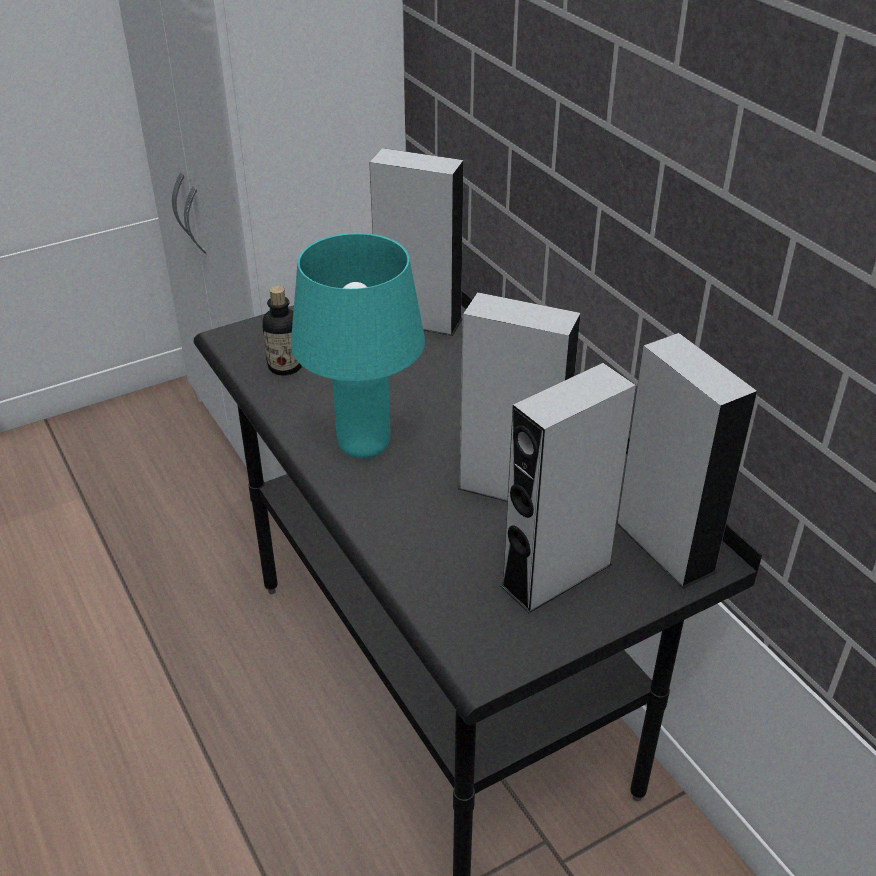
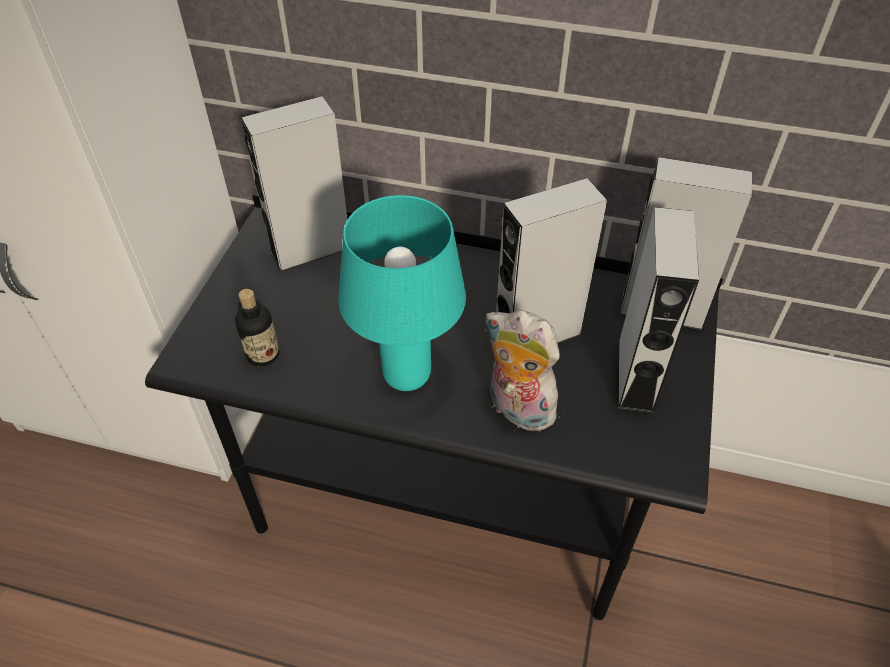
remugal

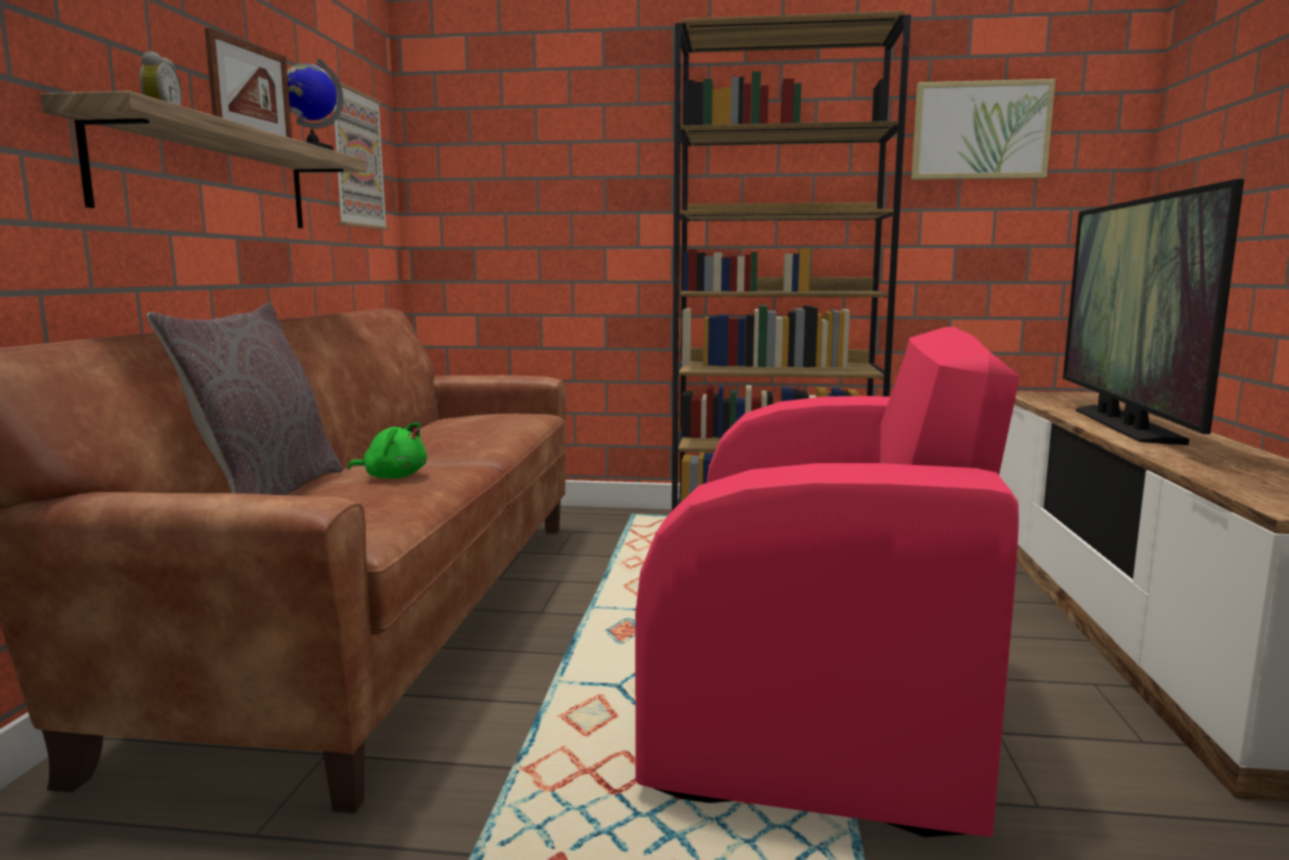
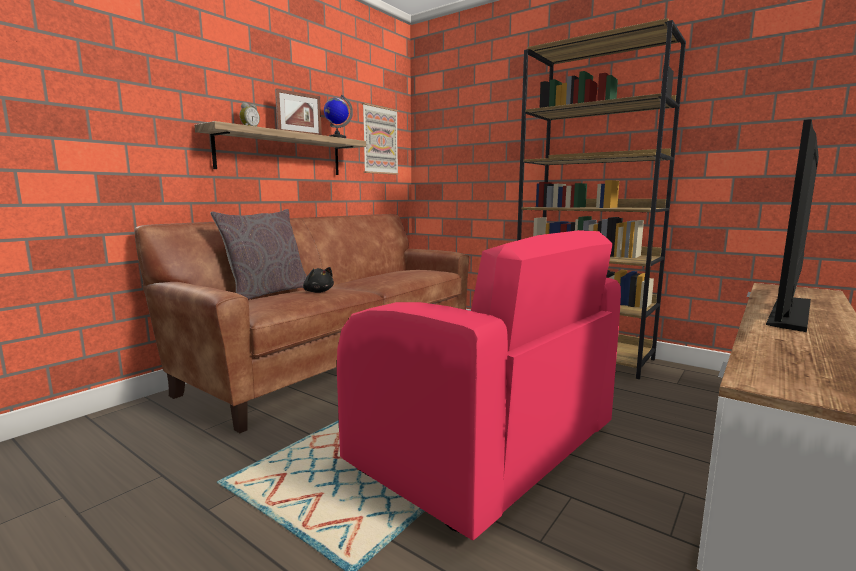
remugal (black)
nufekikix (2nd from left in the first image)

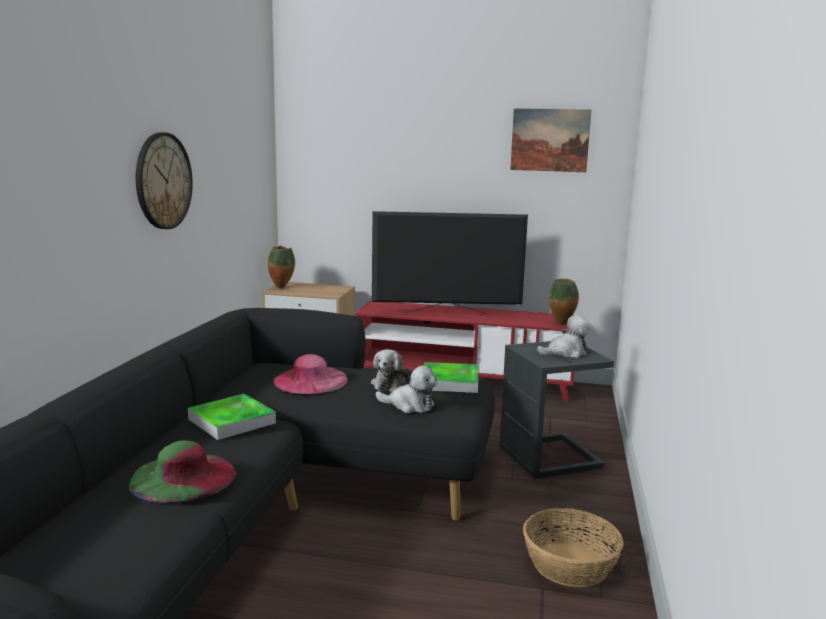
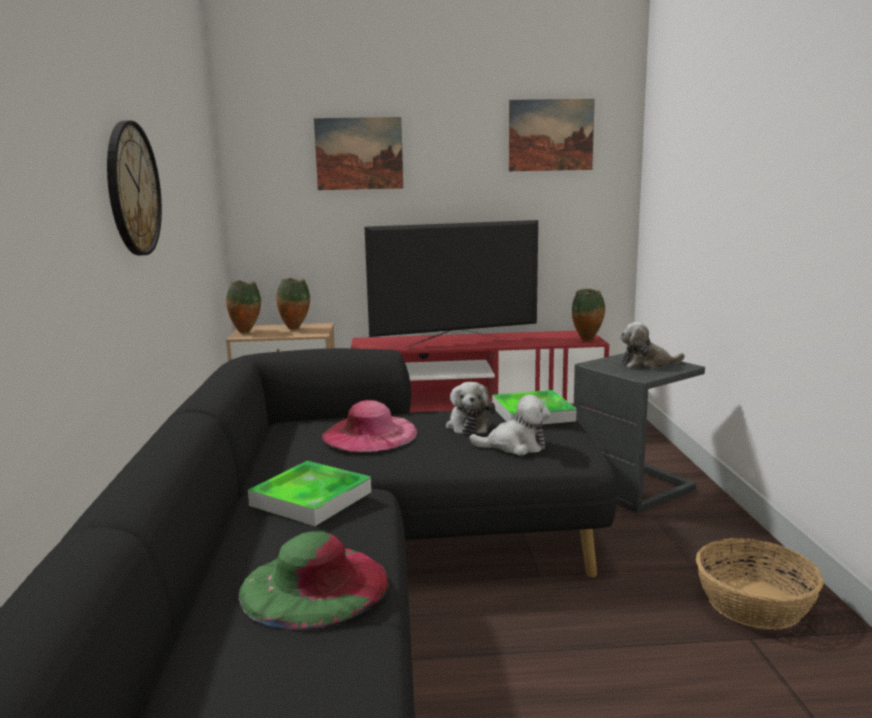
remugal (3rd from left)
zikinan (2nd from left)
nufekikix (1st from left)

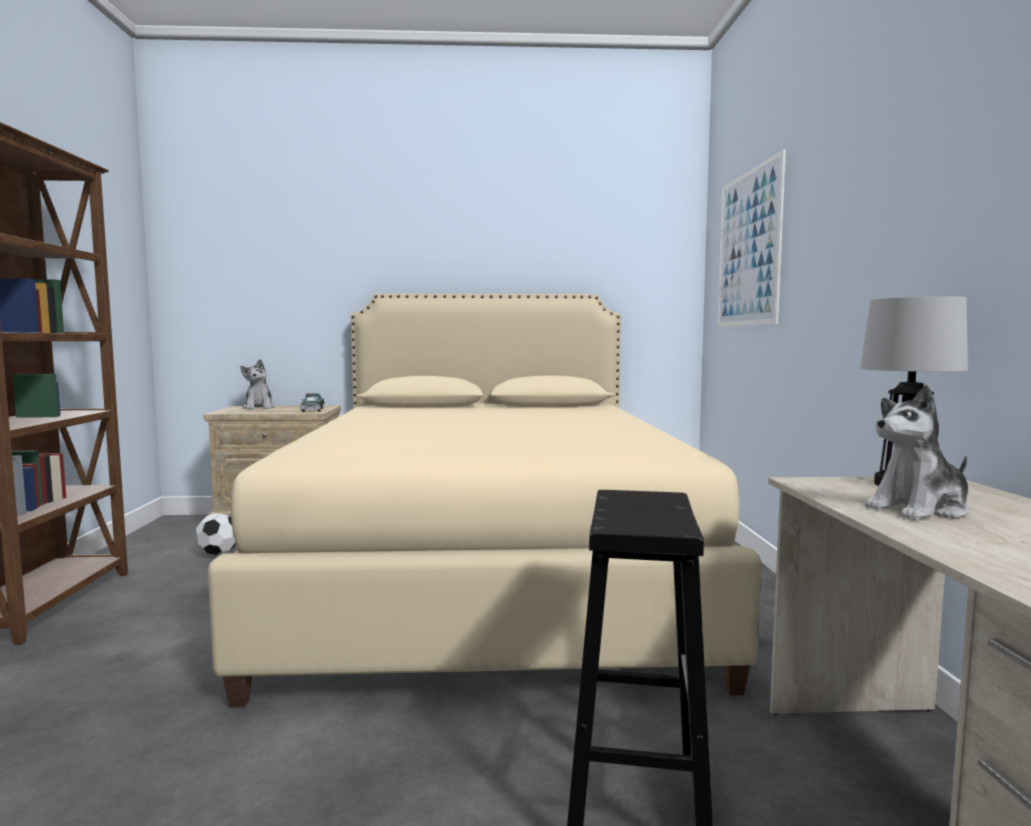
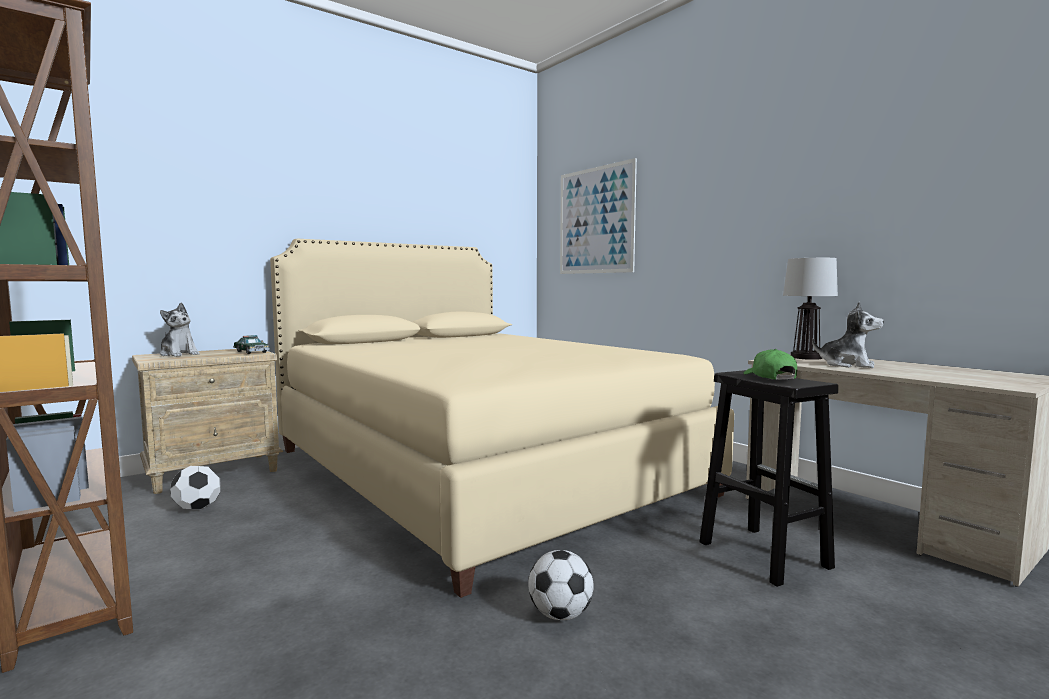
remugal (2nd from left)
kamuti (2nd from left)
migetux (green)

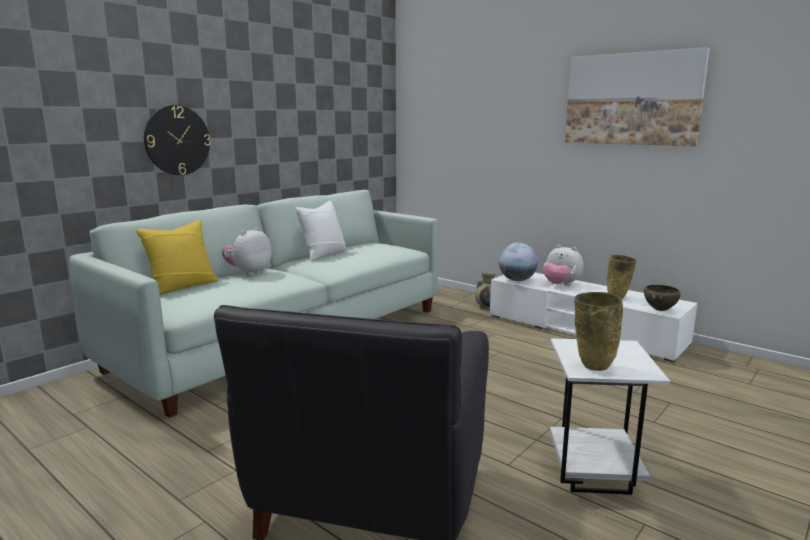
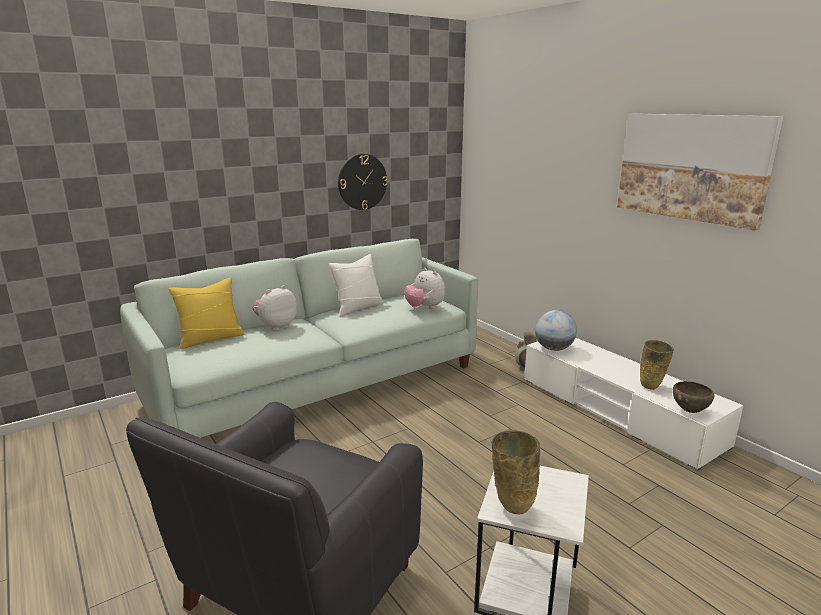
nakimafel
remugal (2nd from left)

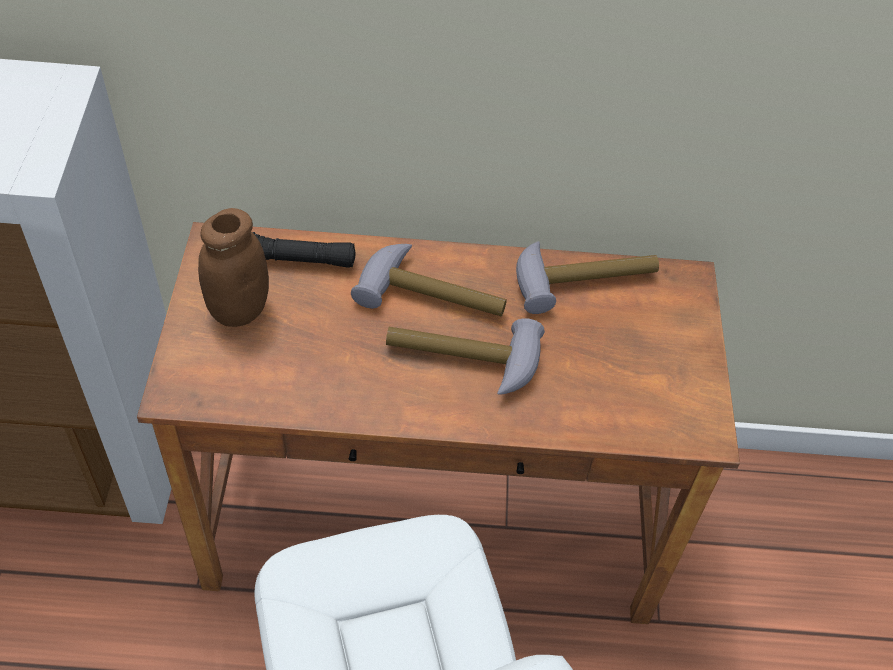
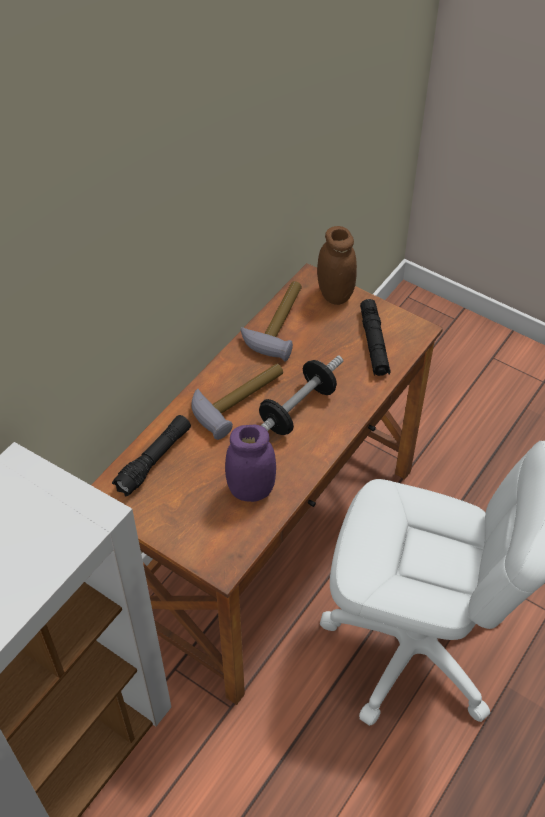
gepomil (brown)
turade
gepomil (purple)
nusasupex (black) (2nd from left)

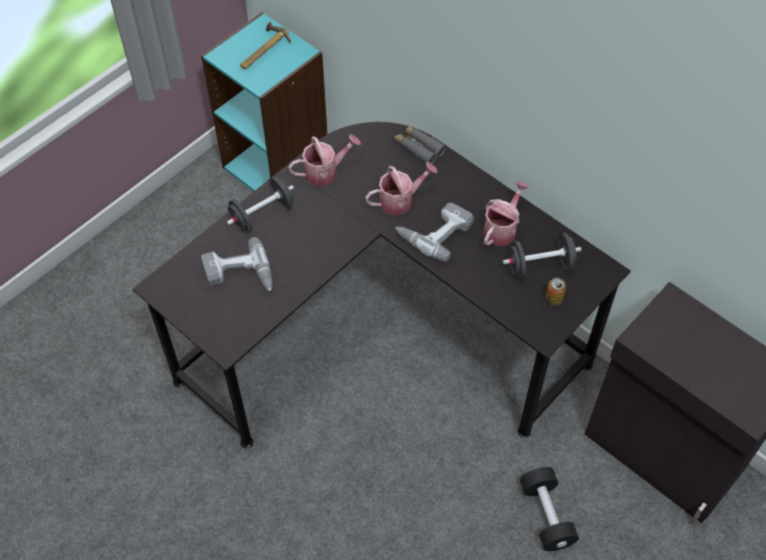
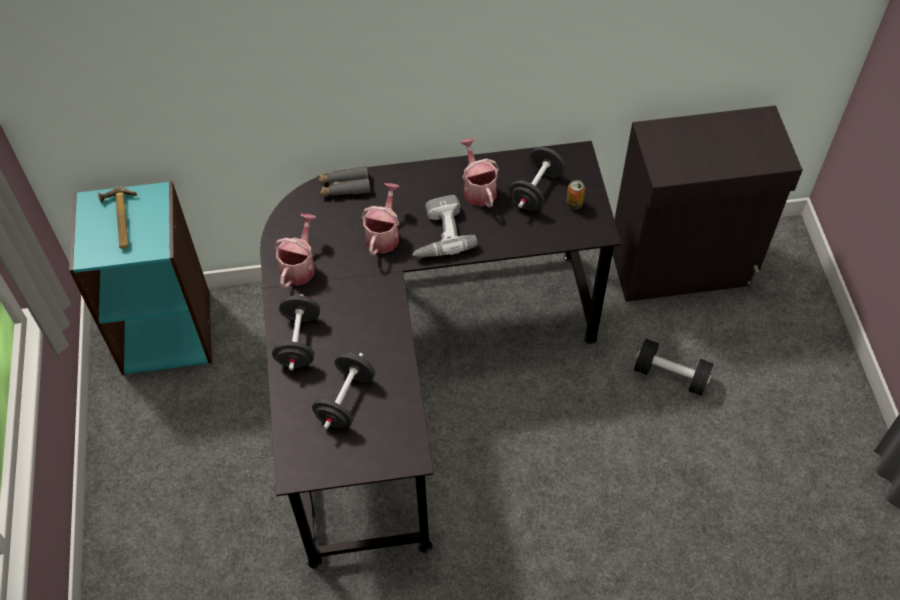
turade (black) (2nd from left)

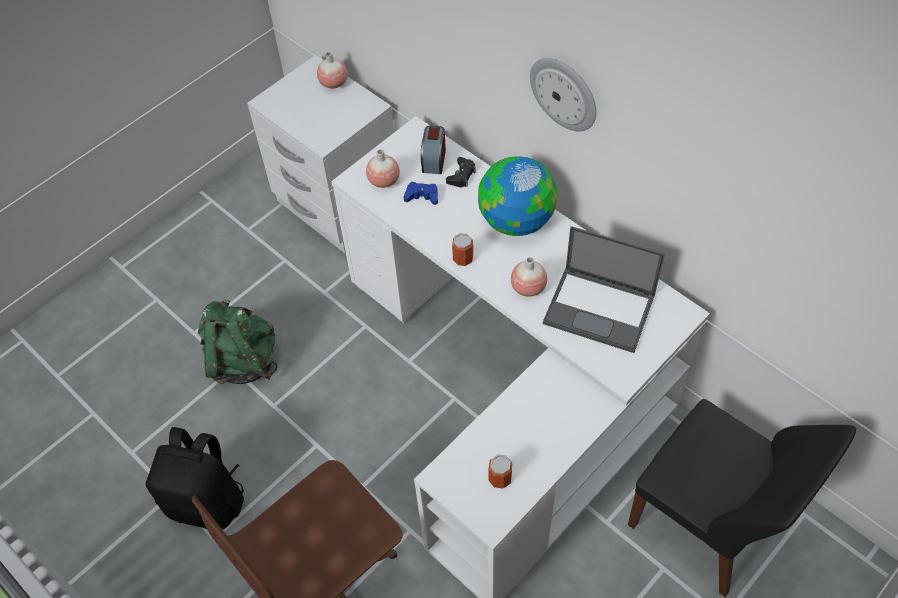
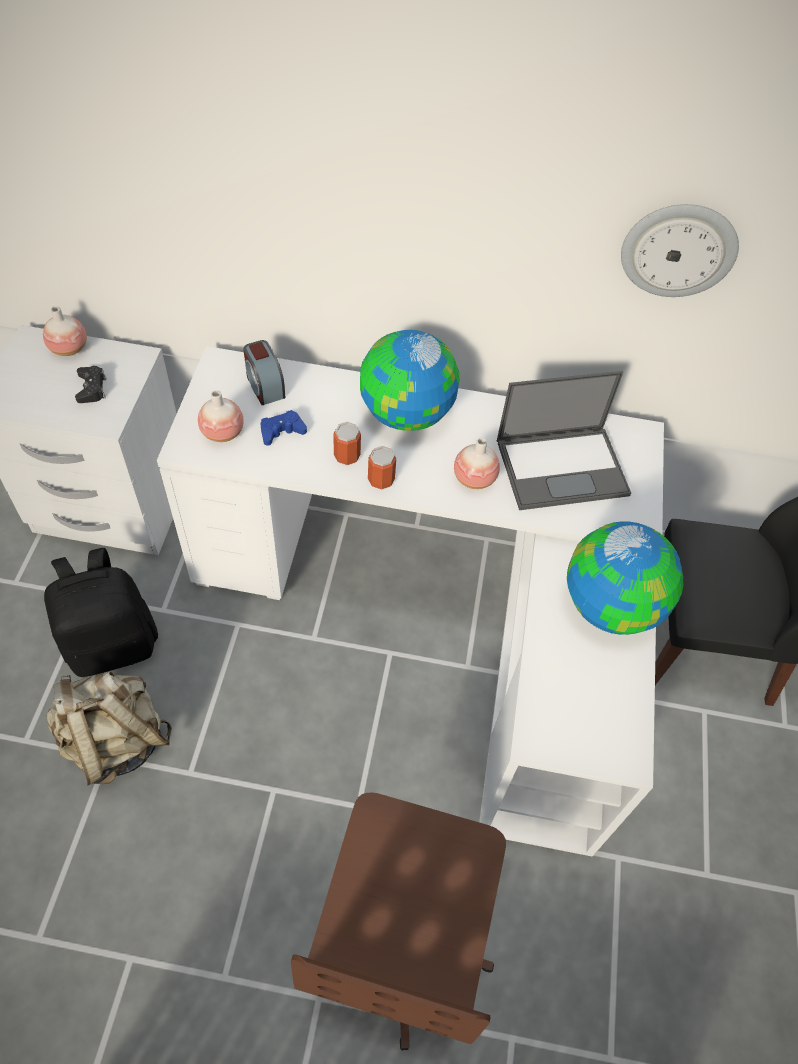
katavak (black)
katavak (beige)
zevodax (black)
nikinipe (1st from left)
nakimafel
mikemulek (2nd from left)

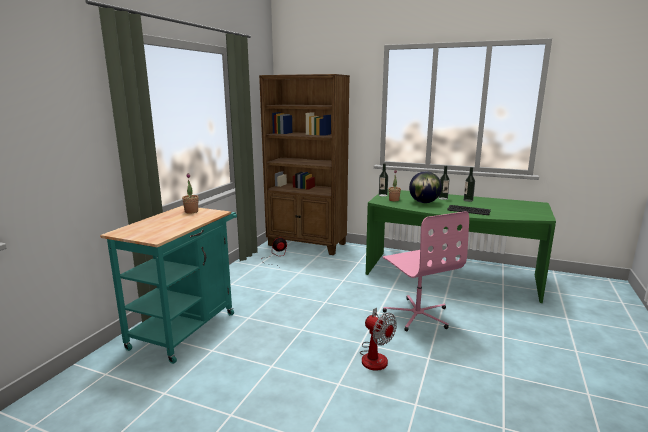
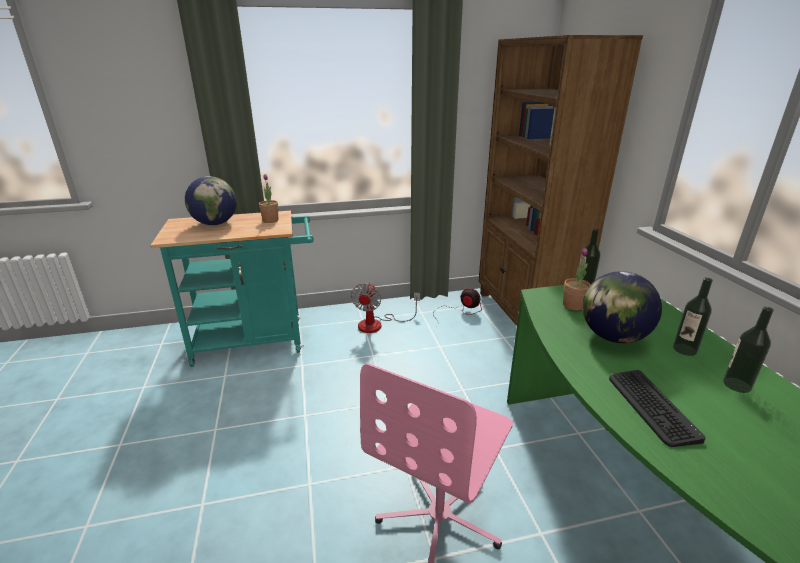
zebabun (1st from left)
mikemulek (1st from left)

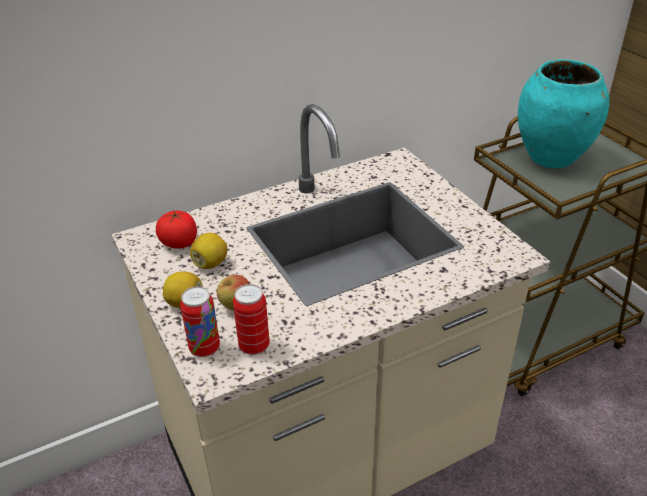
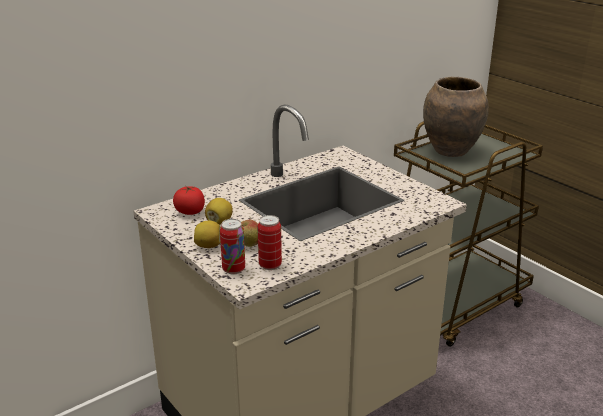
zikinan (brown)

